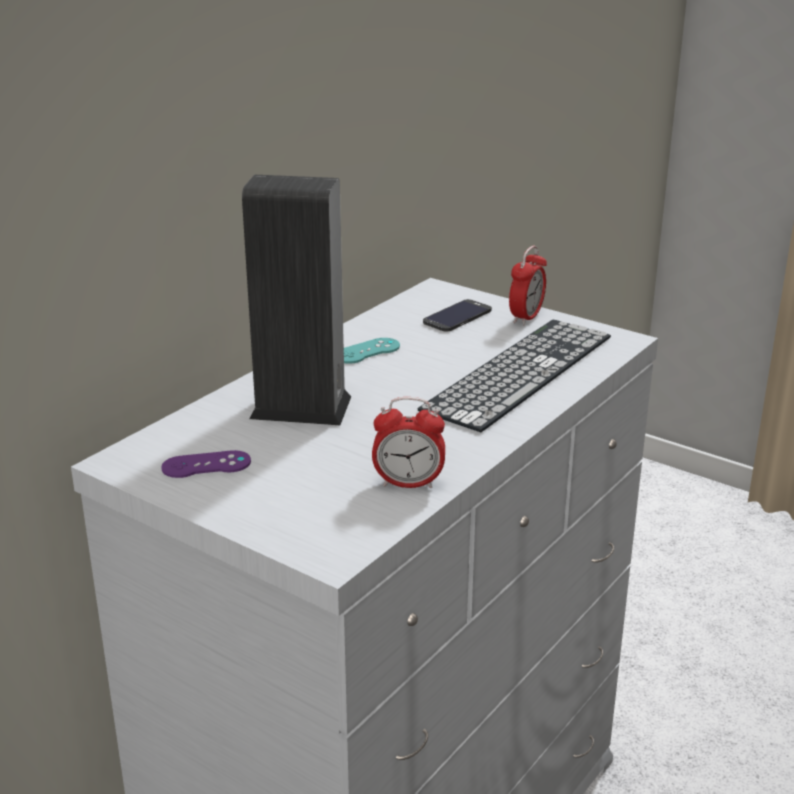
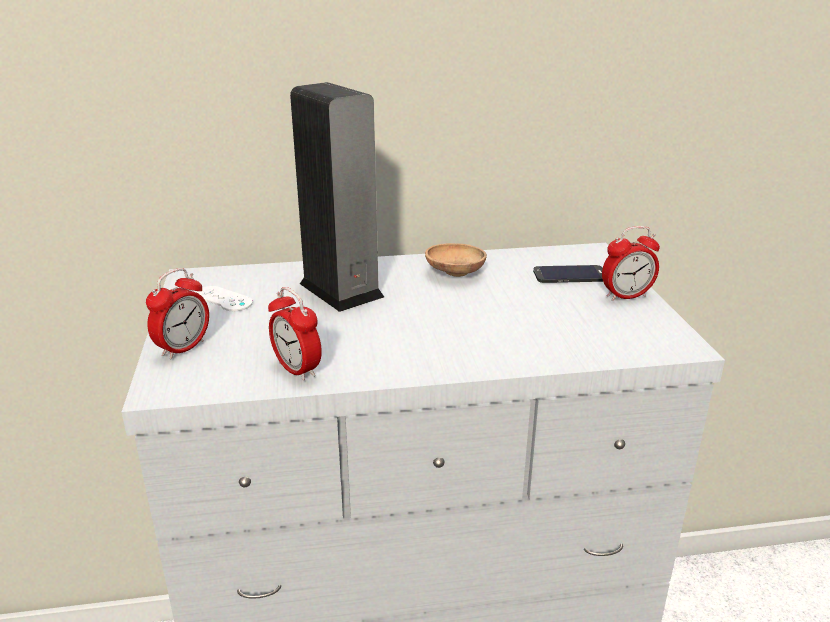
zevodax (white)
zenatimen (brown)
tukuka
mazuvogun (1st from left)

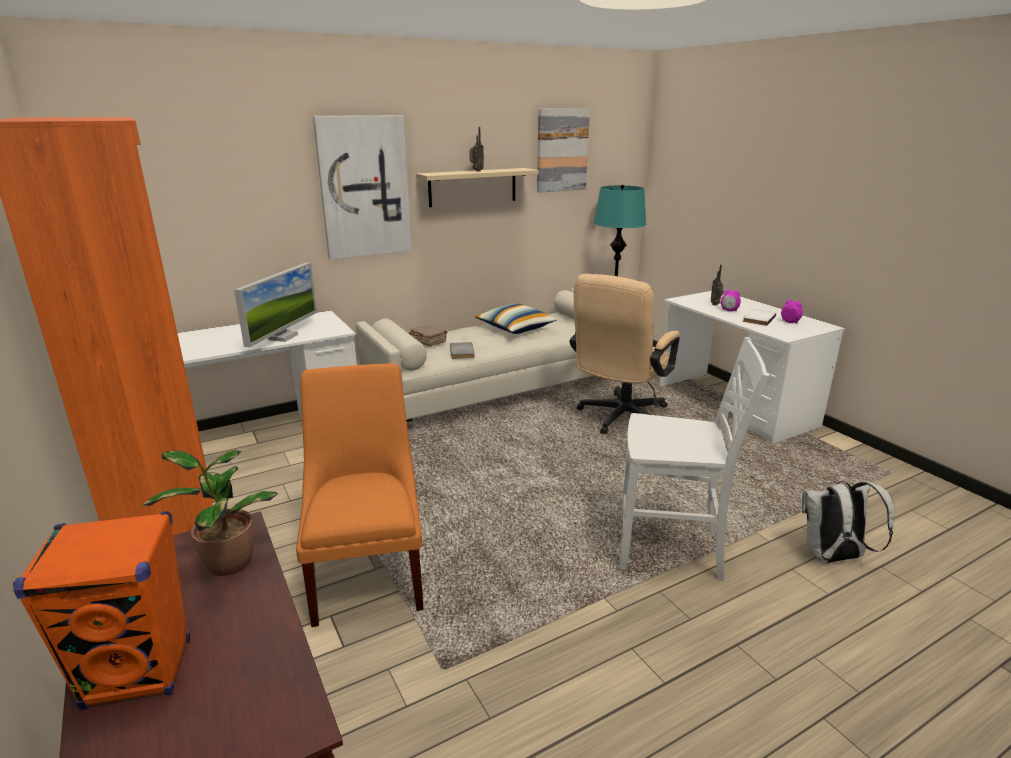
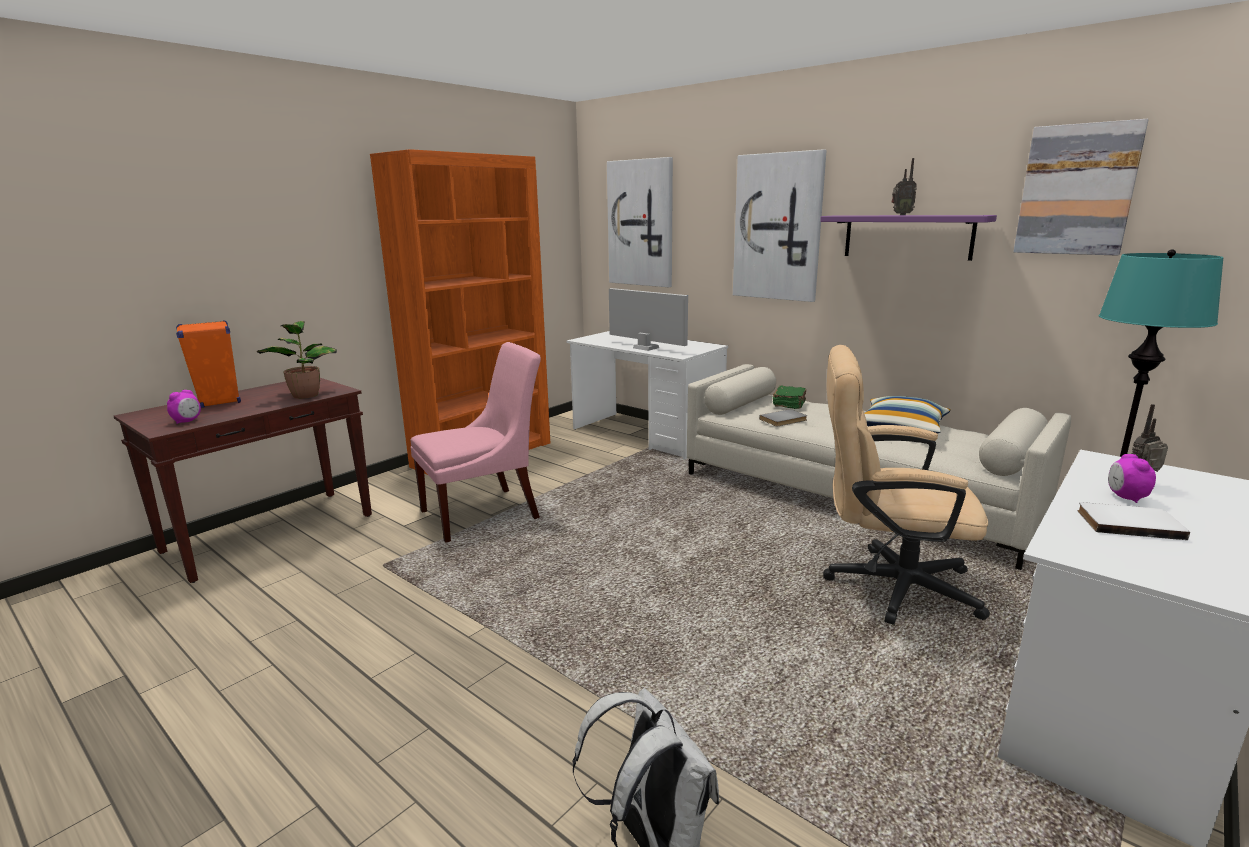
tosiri
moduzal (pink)
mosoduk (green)
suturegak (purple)
moduzal (white)
mazuvogun (1st from left)
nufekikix (1st from left)

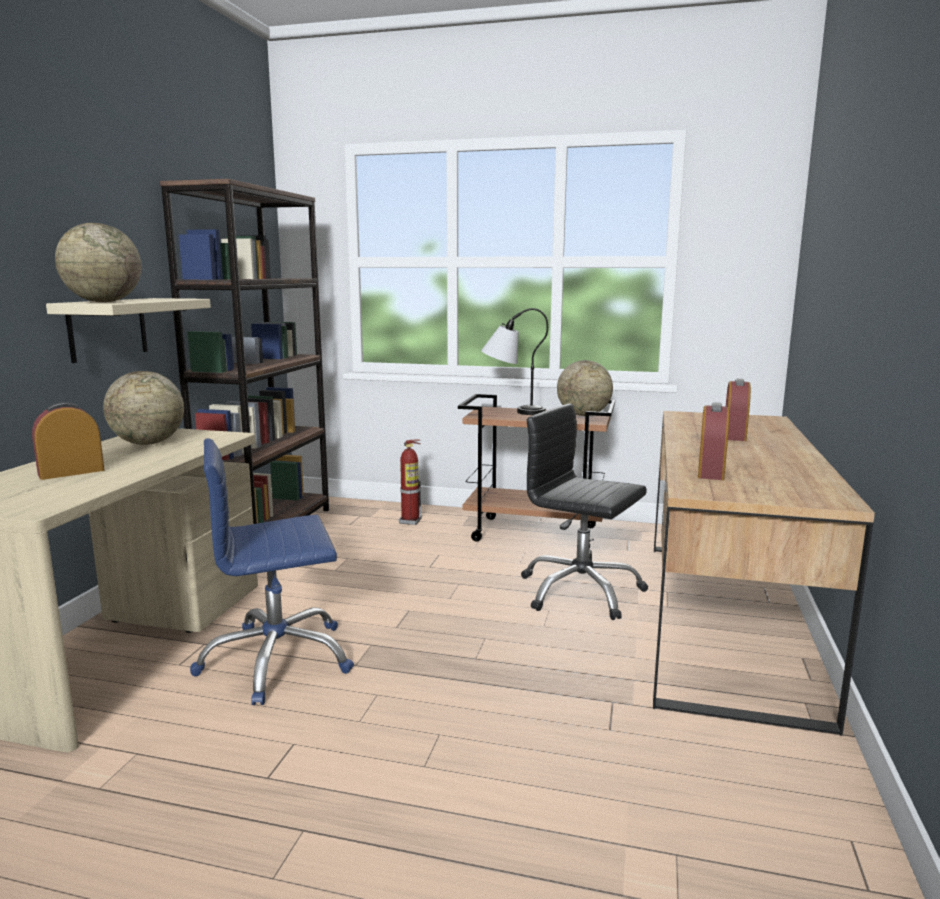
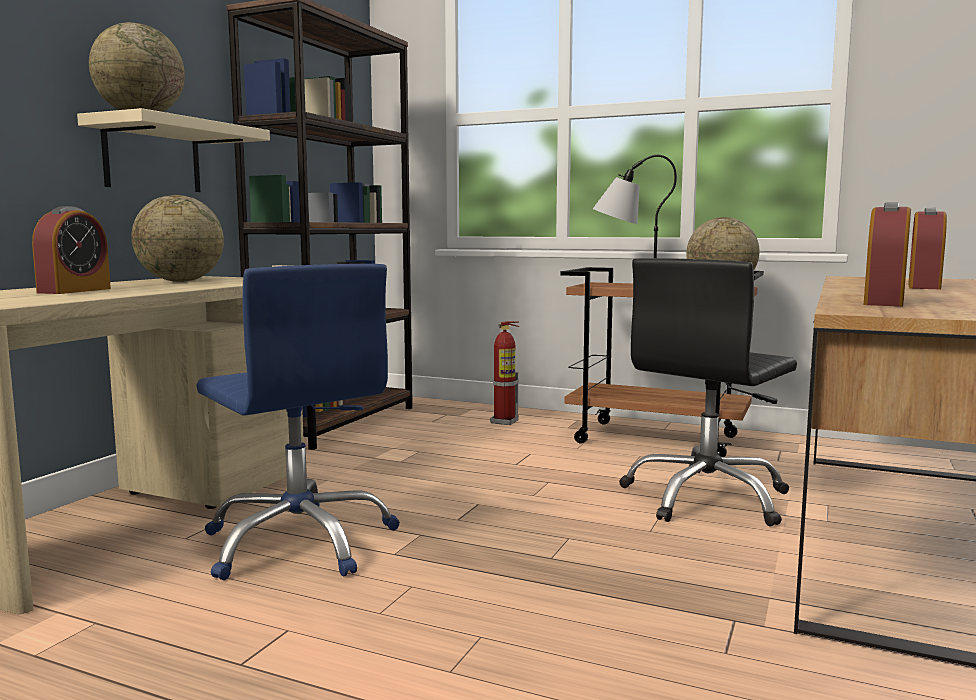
mazuvogun (1st from left)
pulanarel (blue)
pulanarel (black)

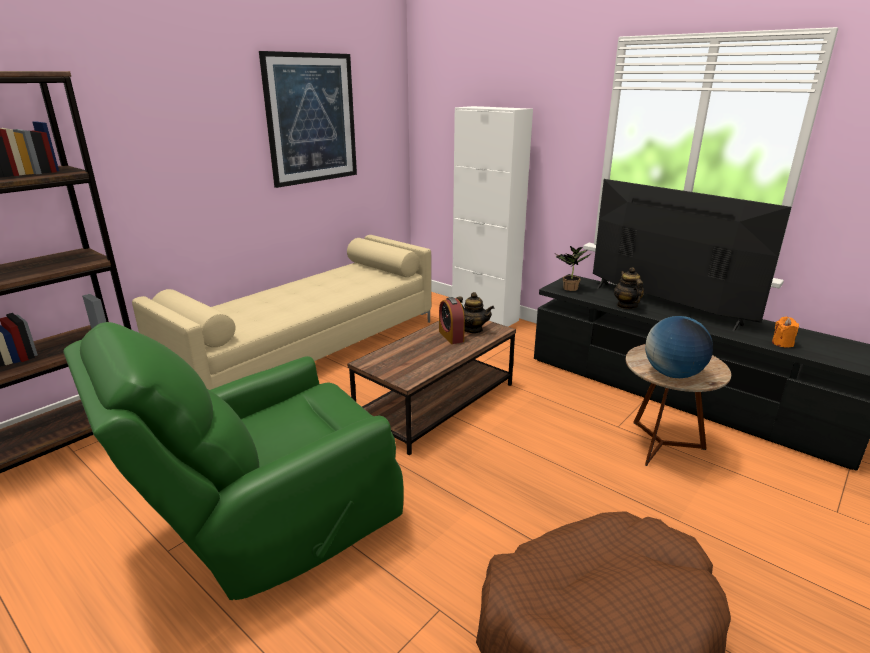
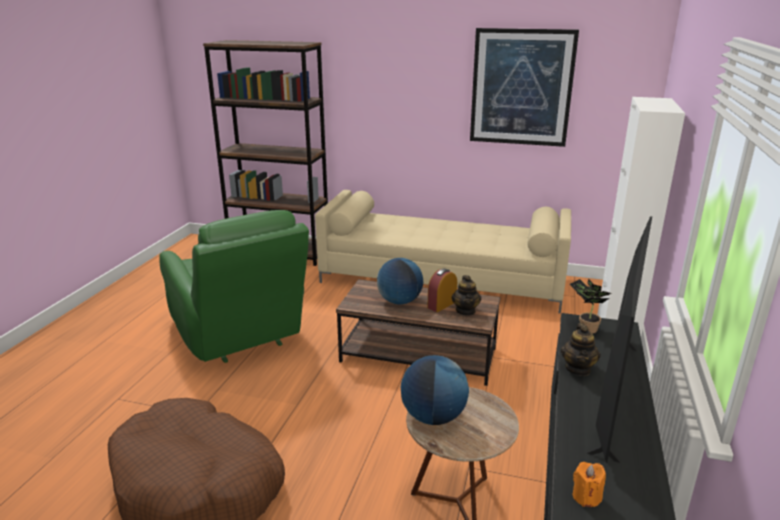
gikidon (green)
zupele (2nd from left)
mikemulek (1st from left)

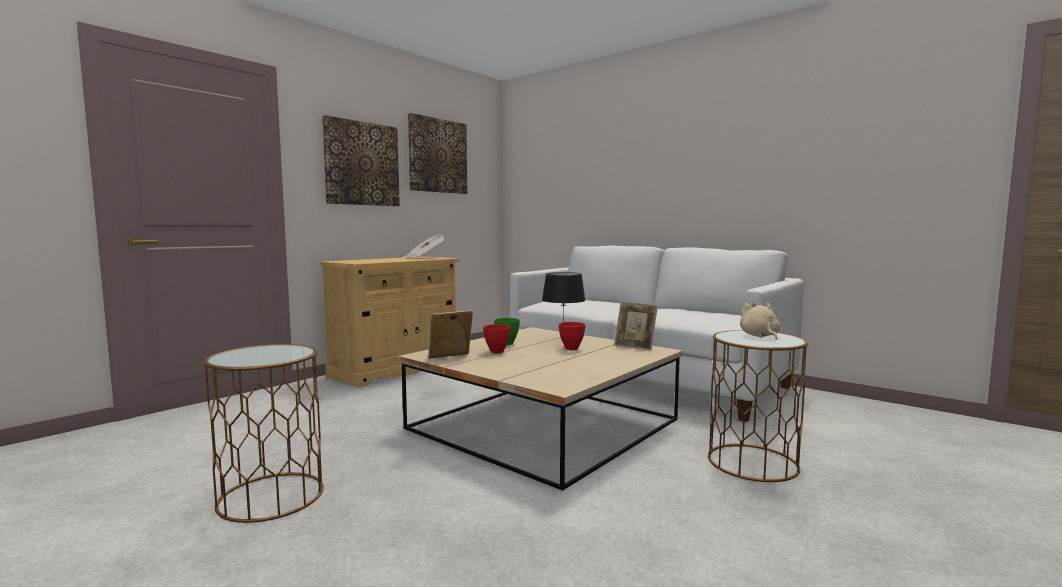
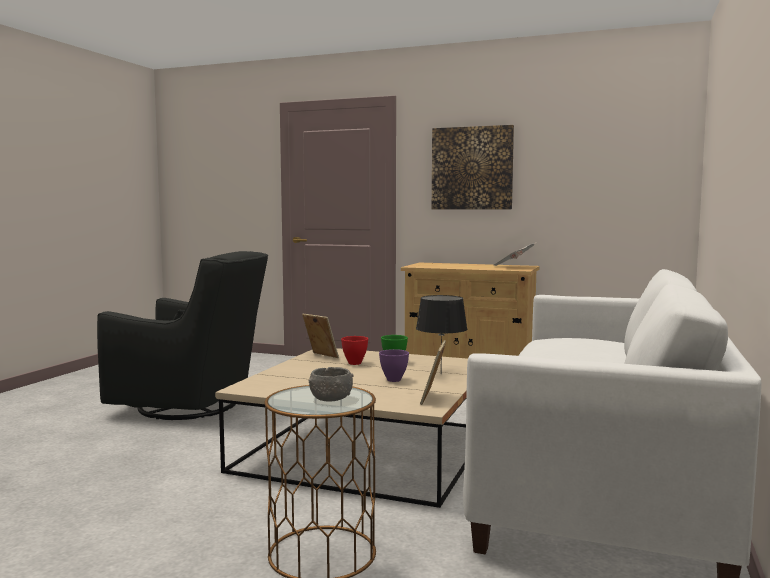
gikidon (black)
nufekikix (2nd from left in the first image)
zenatimen (purple)
zenatimen (grey)

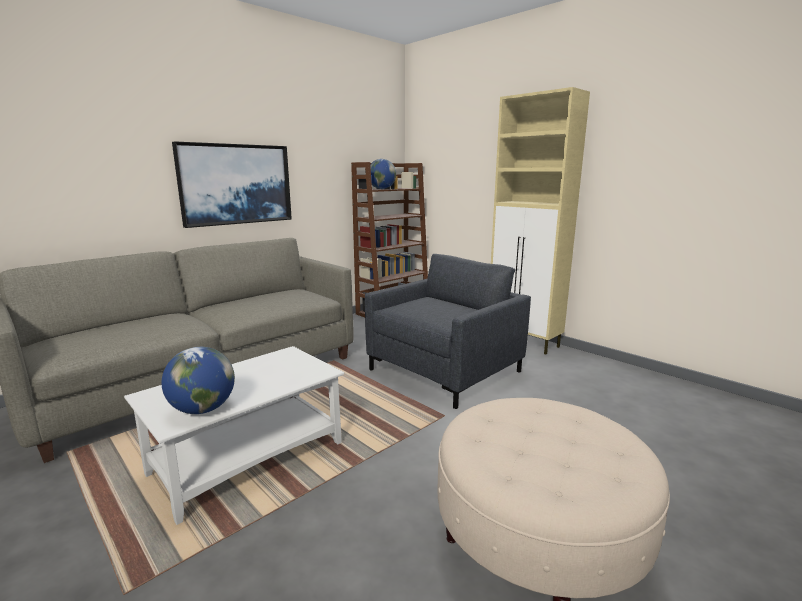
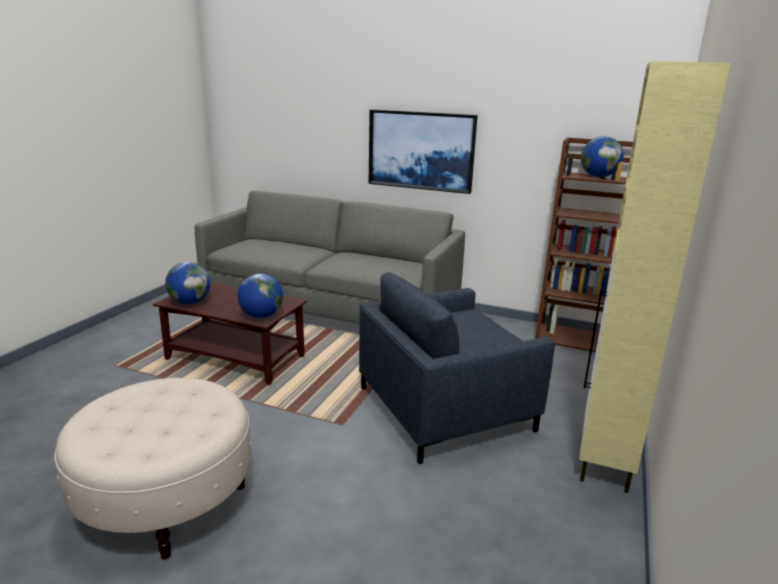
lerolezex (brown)
gikidon (grey)
mikemulek (2nd from left)

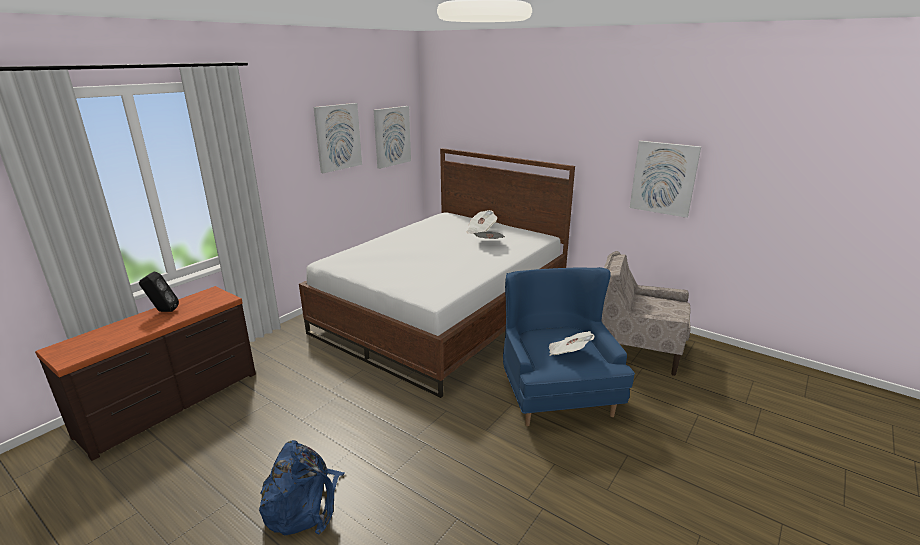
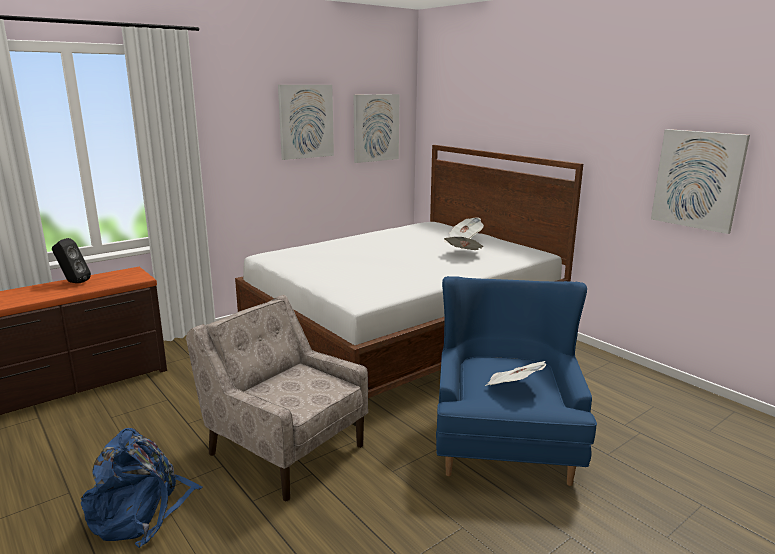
gikidon (beige)

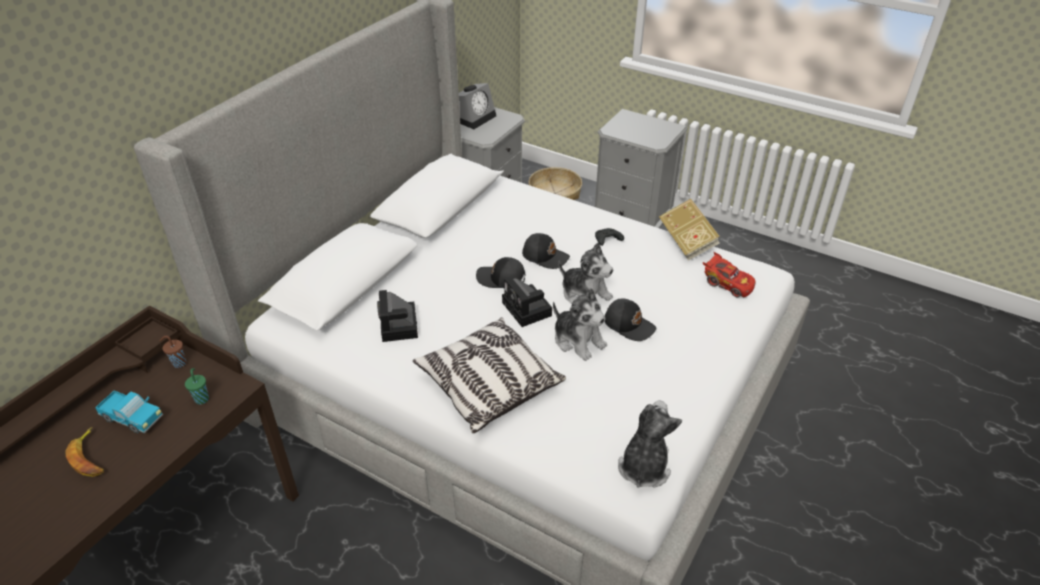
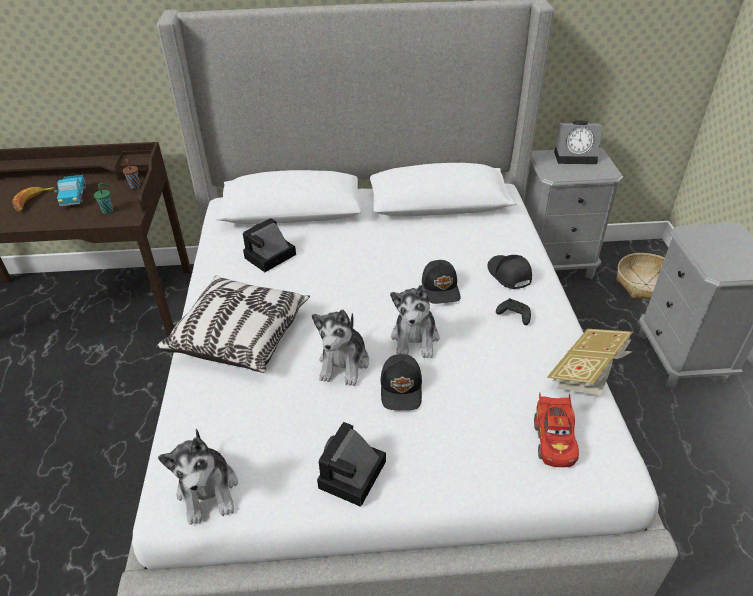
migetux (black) (3rd from left)
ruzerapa (2nd from left)
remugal (1st from left)

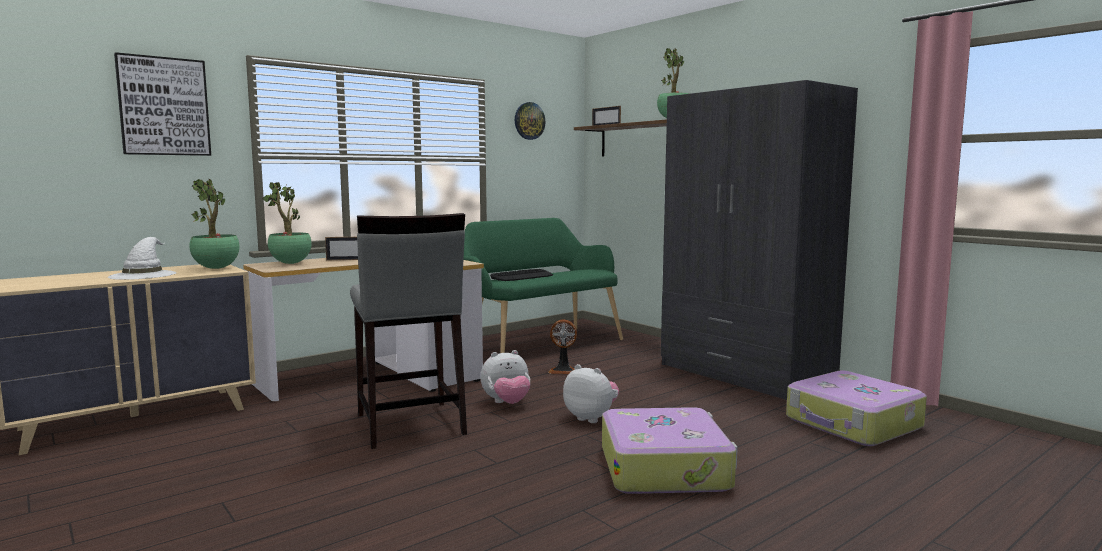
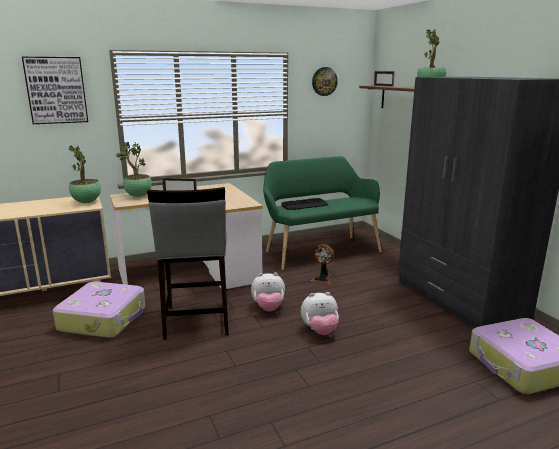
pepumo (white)
remugal (2nd from left)
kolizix (1st from left)

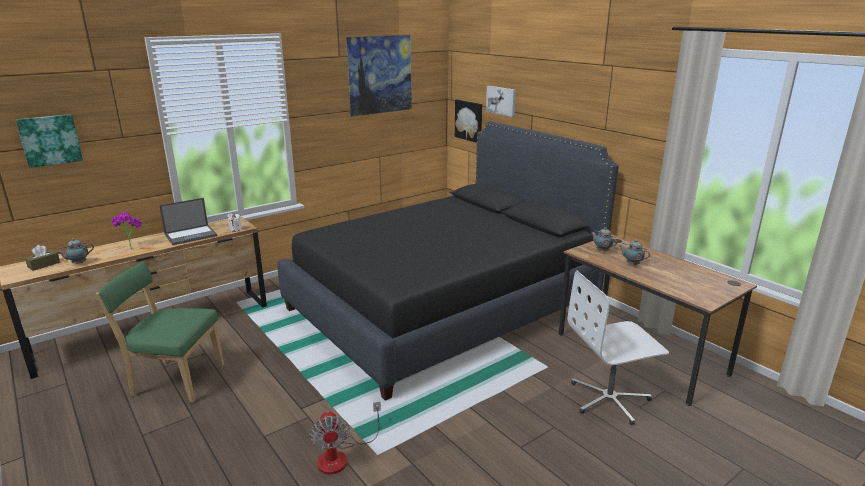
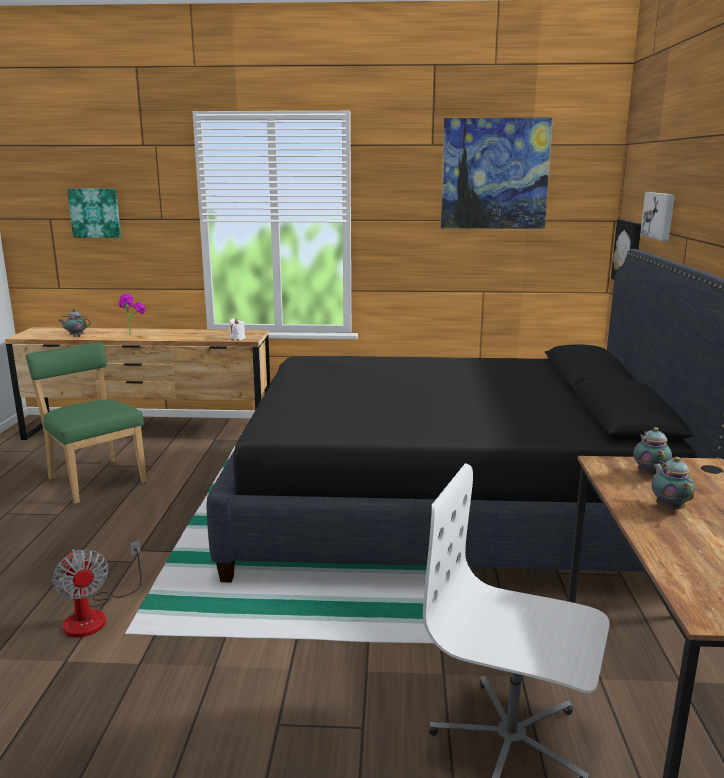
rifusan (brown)
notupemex
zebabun

